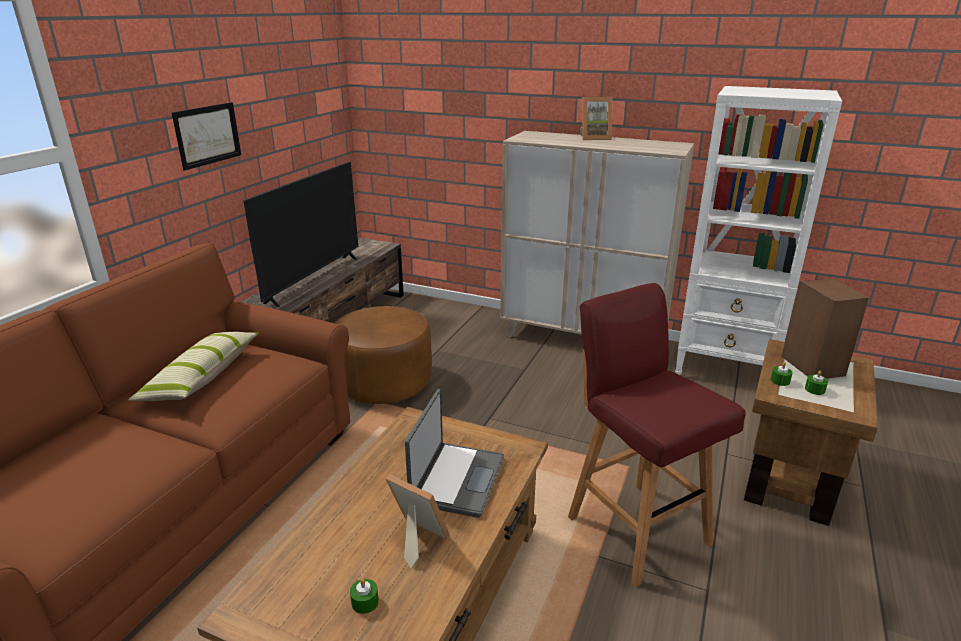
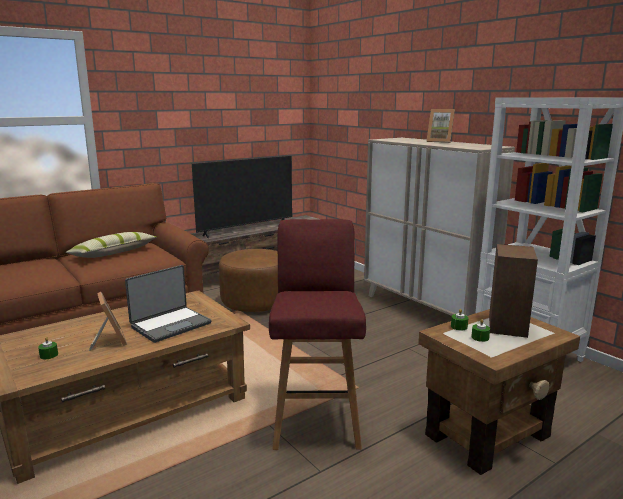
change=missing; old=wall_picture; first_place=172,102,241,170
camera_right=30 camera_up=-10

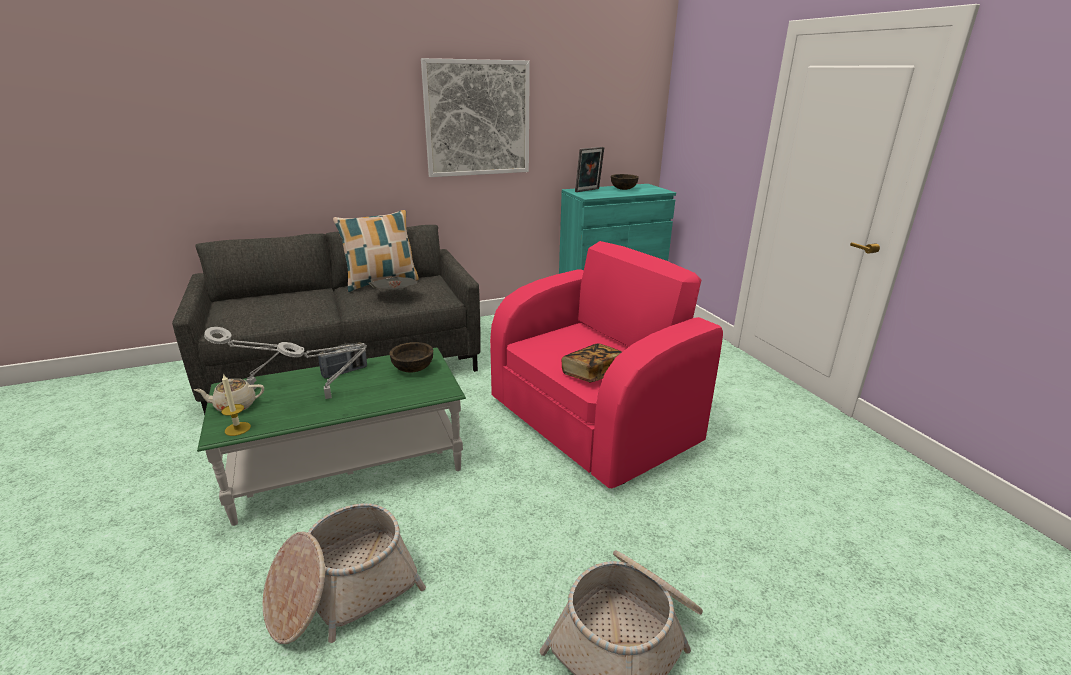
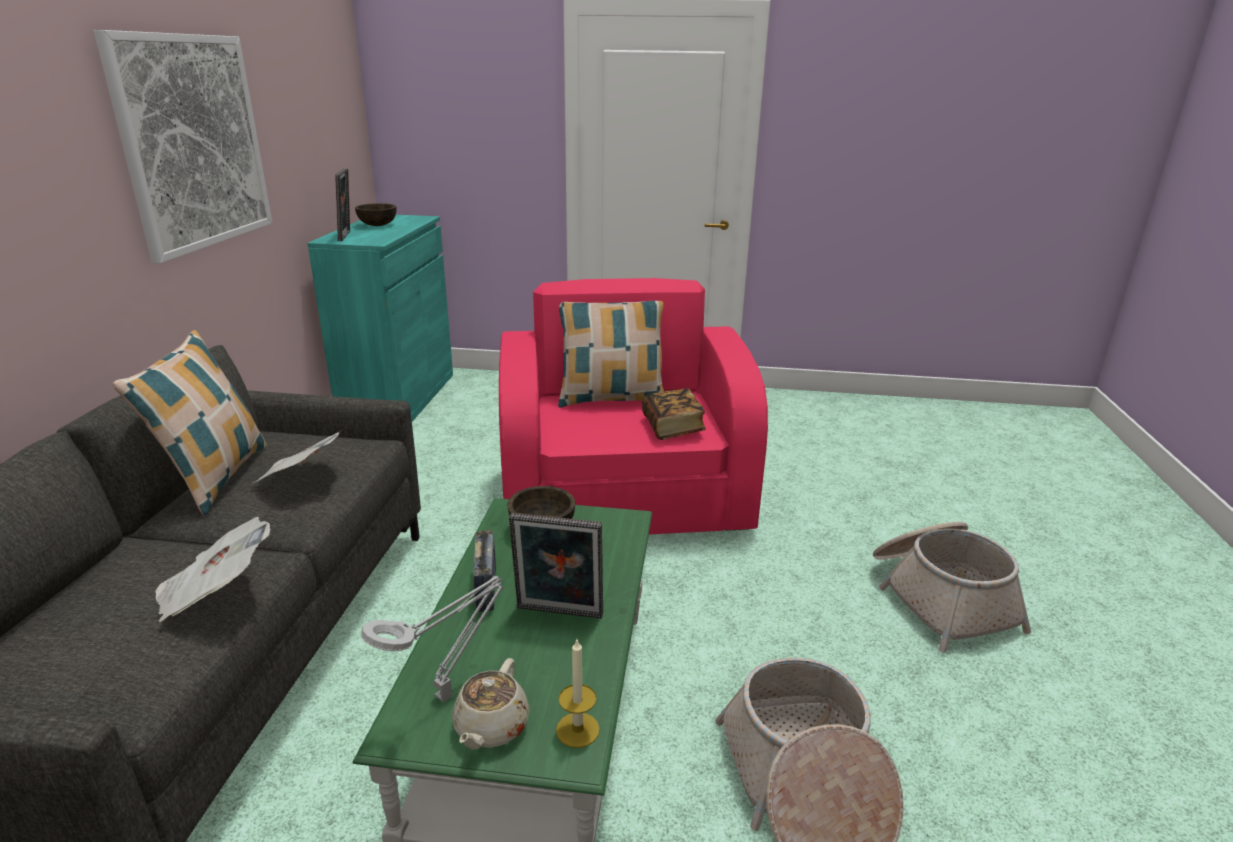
change=exchanged; old=greyish_table_lamp; new=picture_frame; first_place=277,342,367,399; second_place=509,513,603,619
change=appeared; new=throw_pillow; second_place=558,301,664,408
change=appeared; new=newspaper; second_place=155,516,270,622
camera_right=-60 camera_up=0

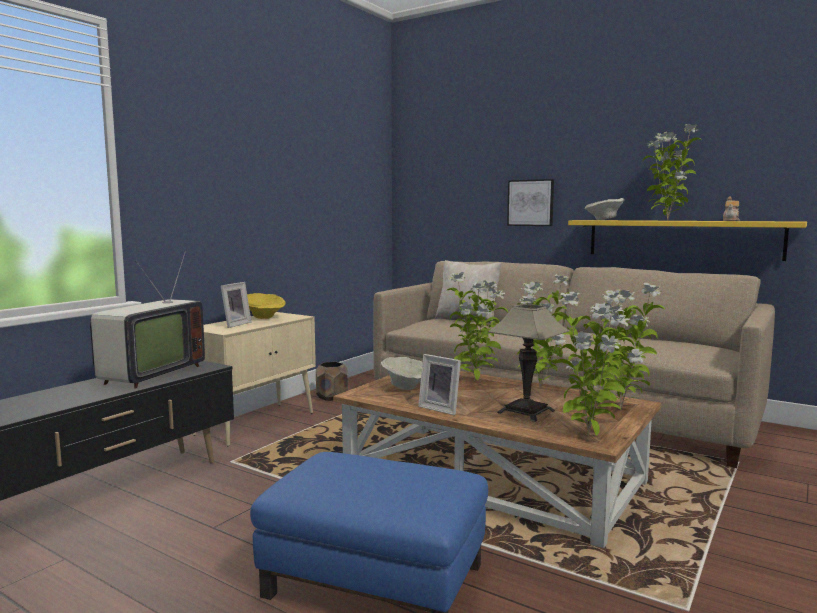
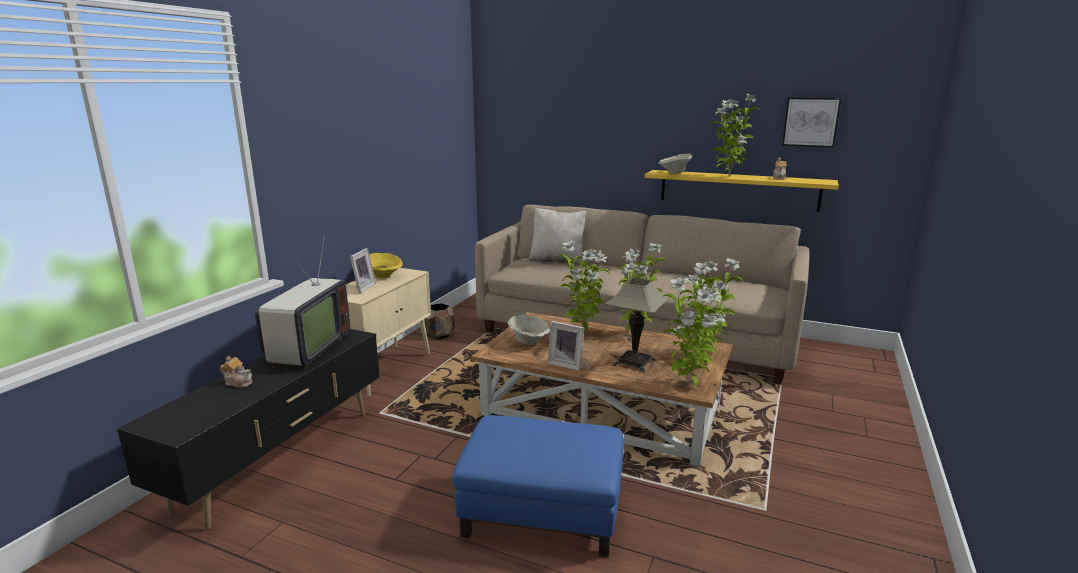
change=relocated; old=wall_picture; first_place=507,179,554,226; second_place=782,98,841,148
change=appeared; new=teapot; second_place=220,356,253,388
camera_right=-10 camera_up=10

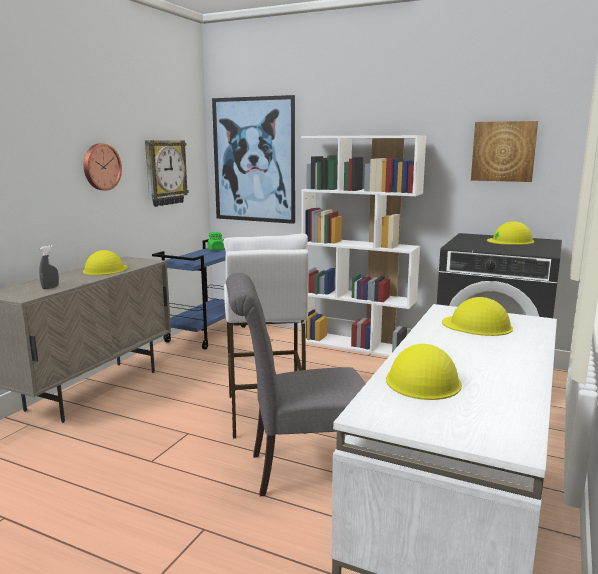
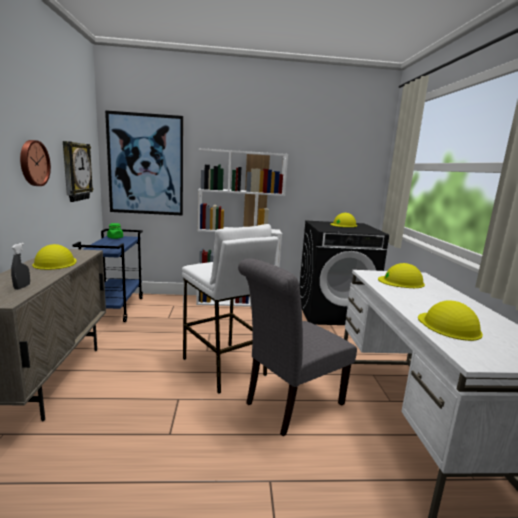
change=missing; old=wall_picture; first_place=471,121,538,182
camera_right=-30 camera_up=0

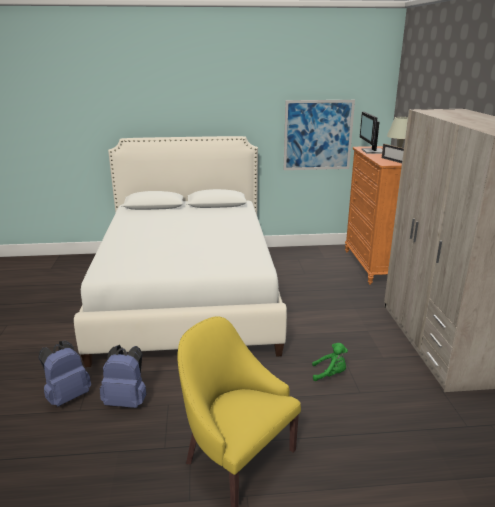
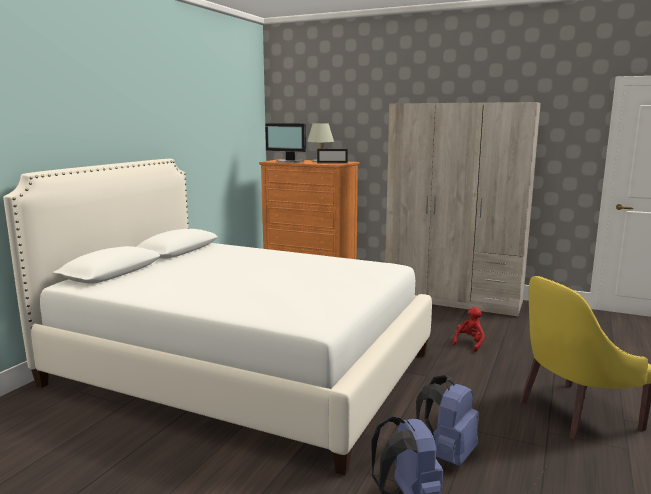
change=missing; old=wall_picture; first_place=283,100,355,170
change=colour; old=greenish_plush_toy; new=red-coloured_plush_toy; first_place=312,343,348,381; second_place=452,307,485,352
camera_right=-60 camera_up=-10

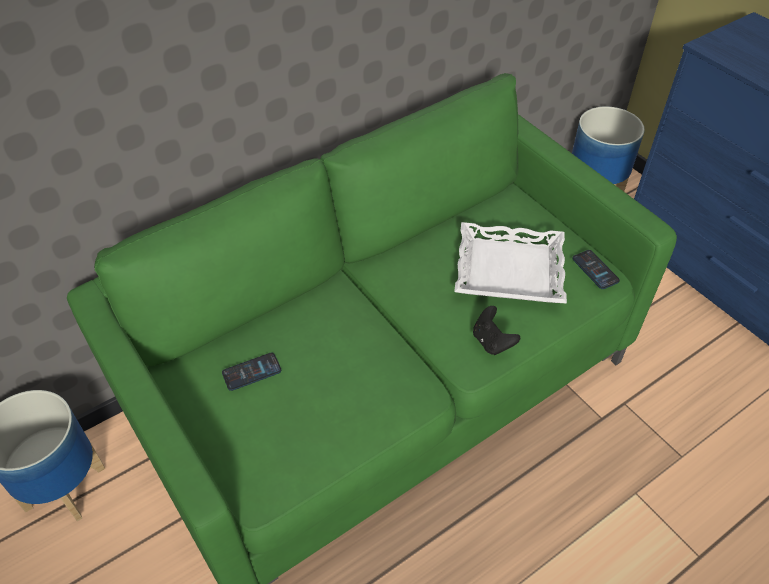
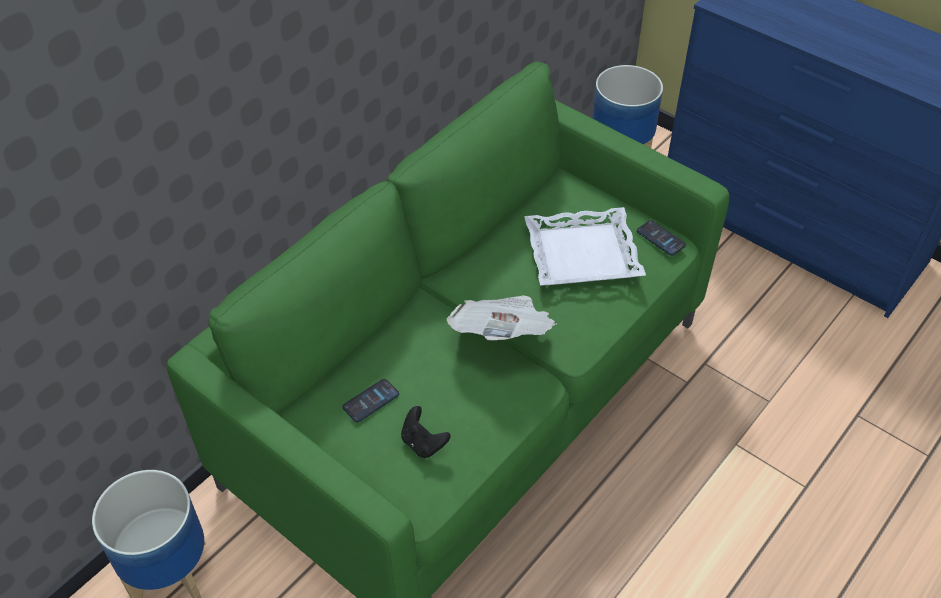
change=relocated; old=black-coloured_gamepad; first_place=473,306,520,355; second_place=401,406,451,458
change=appeared; new=newspaper; second_place=446,295,557,340
camera_right=-15 camera_up=0

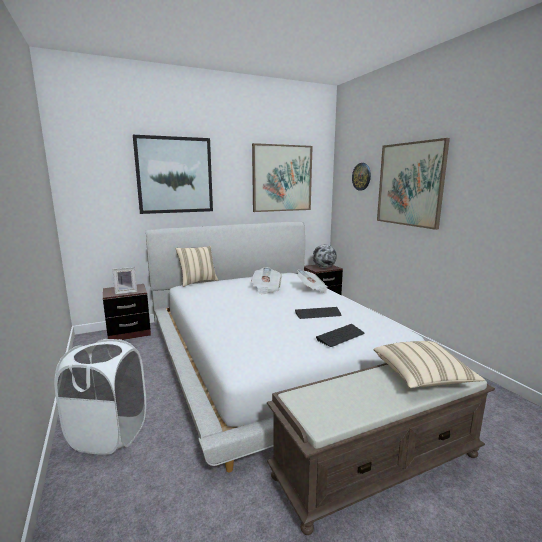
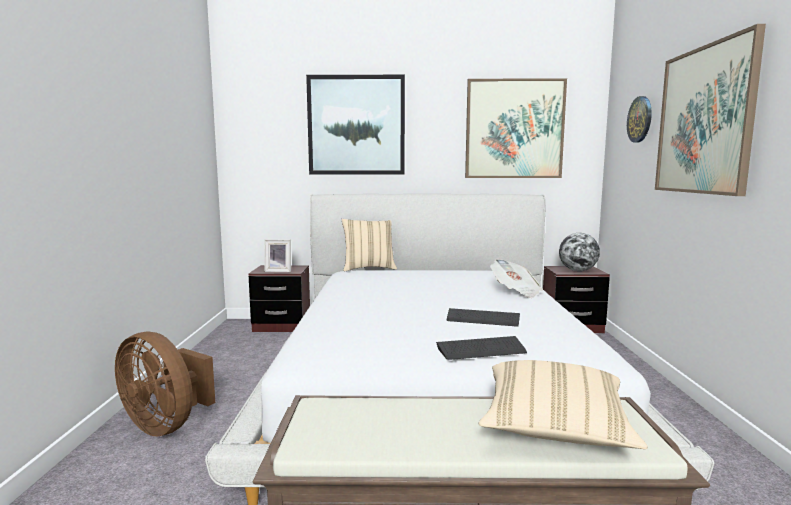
change=missing; old=newspaper; first_place=251,267,282,294
change=exchanged; old=white-coloured_washing_basket; new=brown-coloured_electric_fan; first_place=54,339,146,455; second_place=115,331,215,436
camera_right=25 camera_up=-5

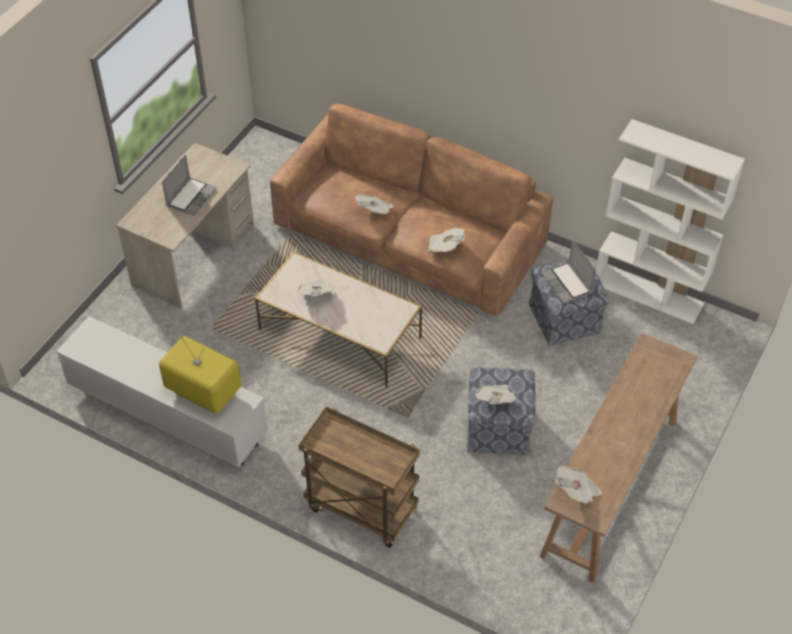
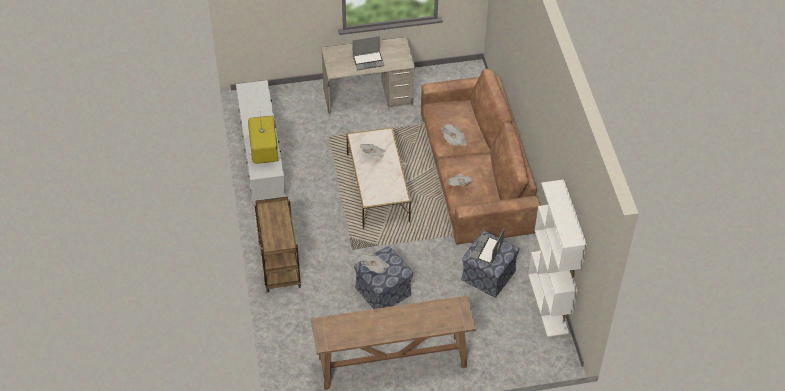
change=missing; old=newspaper; first_place=555,465,602,504
camera_right=50 camera_up=0

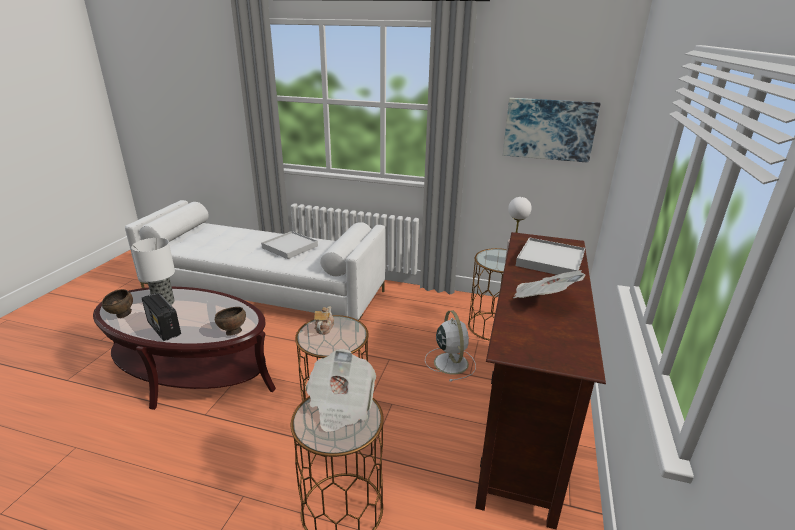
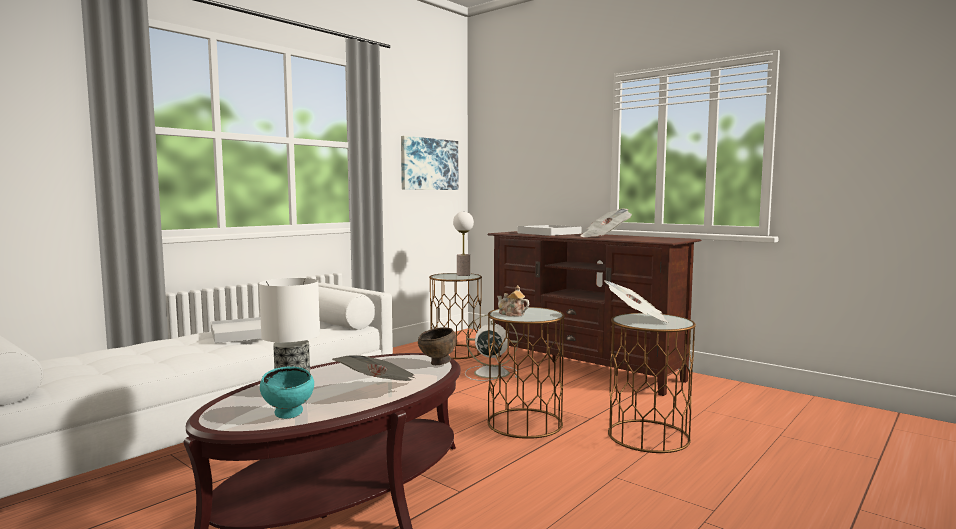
change=colour; old=brown-coloured_deep_dish; new=turquoise_deep_dish; first_place=102,289,133,318; second_place=260,366,314,419
change=exchanged; old=radio; new=newspaper; first_place=142,293,181,341; second_place=332,355,415,381
camera_right=-65 camera_up=-20

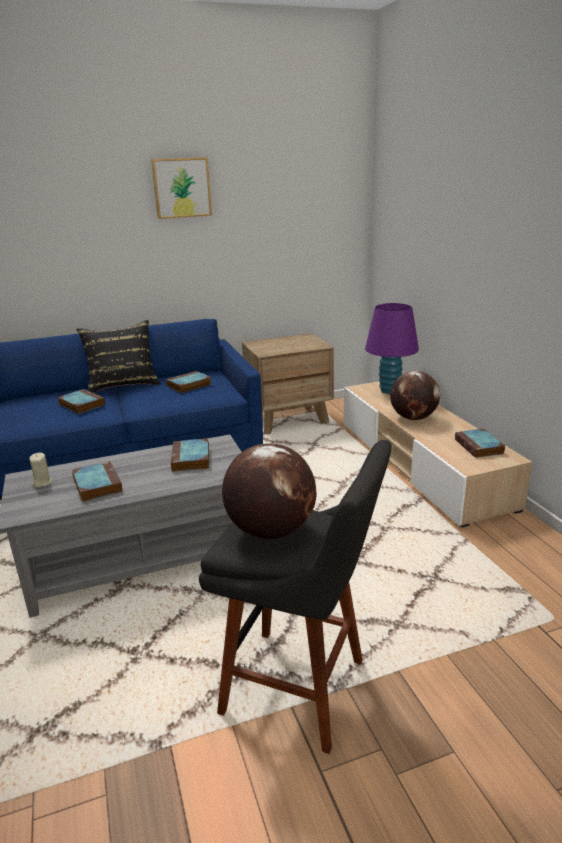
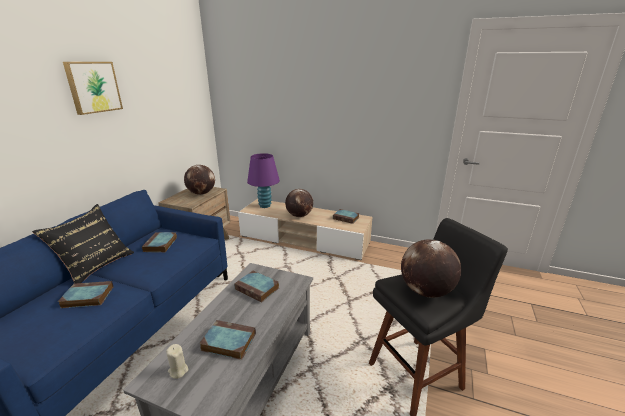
change=appeared; new=globe; second_place=184,165,215,195
camera_right=-50 camera_up=0

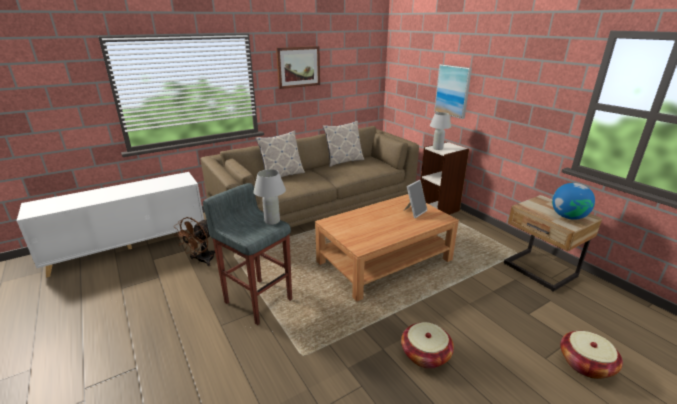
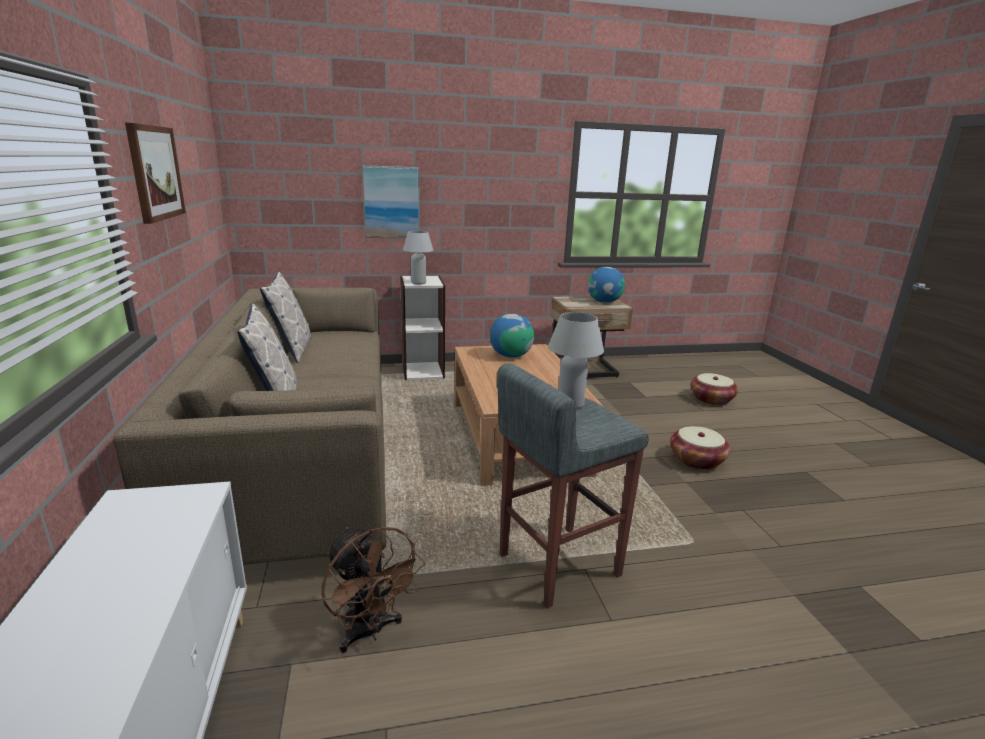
change=exchanged; old=picture_frame; new=globe; first_place=403,180,427,218; second_place=490,314,534,358
camera_right=-70 camera_up=-5

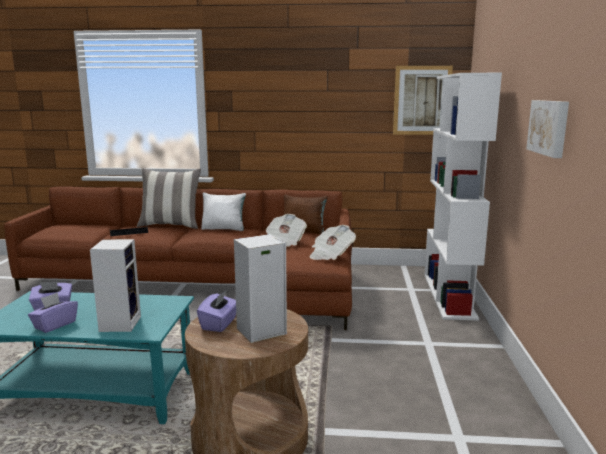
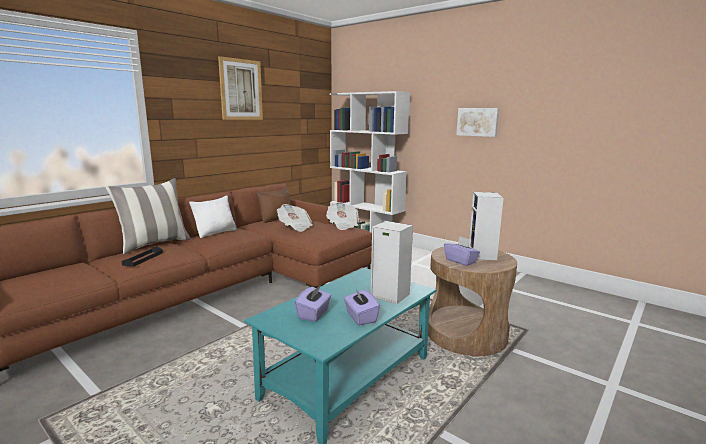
change=relocated; old=wall_picture; first_place=393,66,453,135; second_place=218,56,263,120
camera_right=-55 camera_up=0

